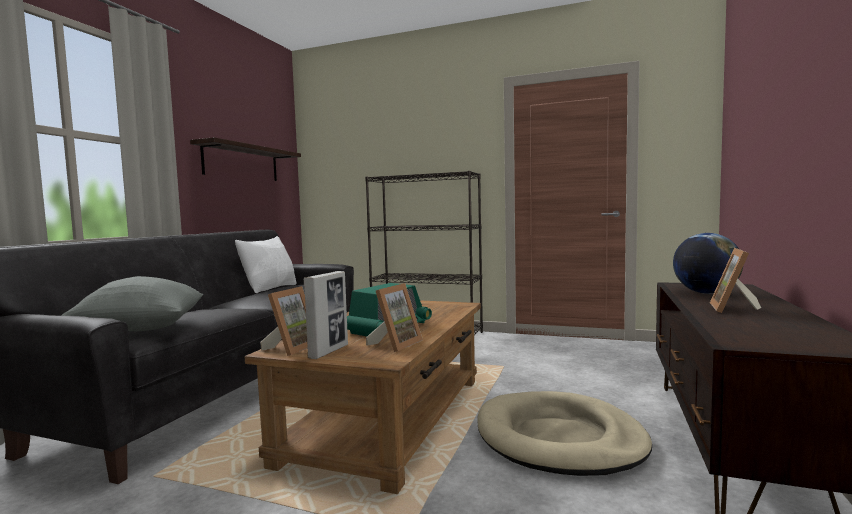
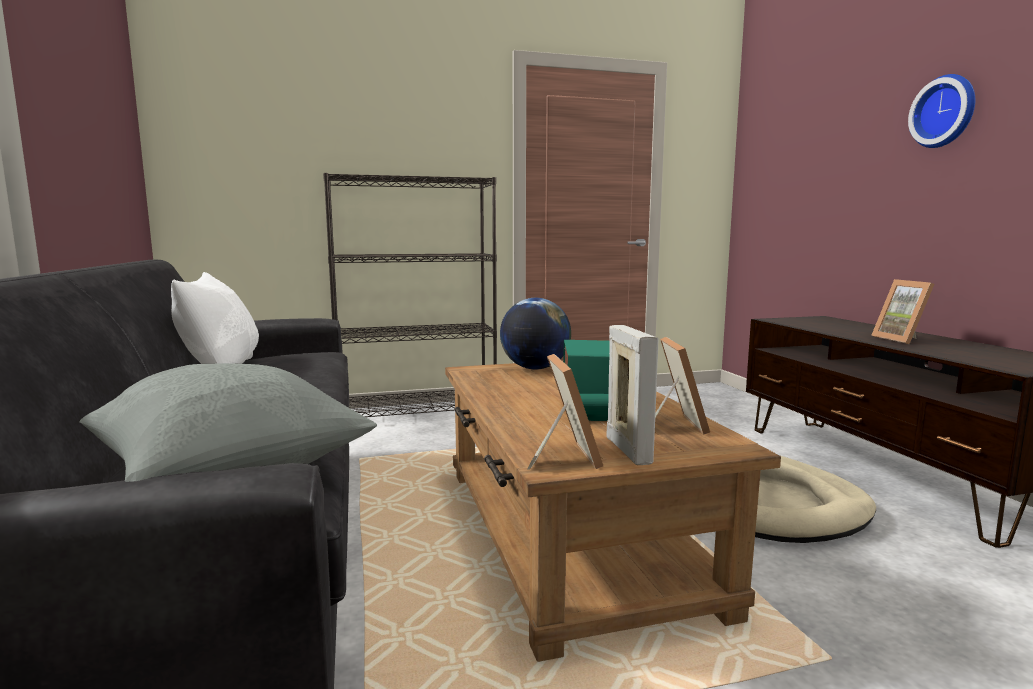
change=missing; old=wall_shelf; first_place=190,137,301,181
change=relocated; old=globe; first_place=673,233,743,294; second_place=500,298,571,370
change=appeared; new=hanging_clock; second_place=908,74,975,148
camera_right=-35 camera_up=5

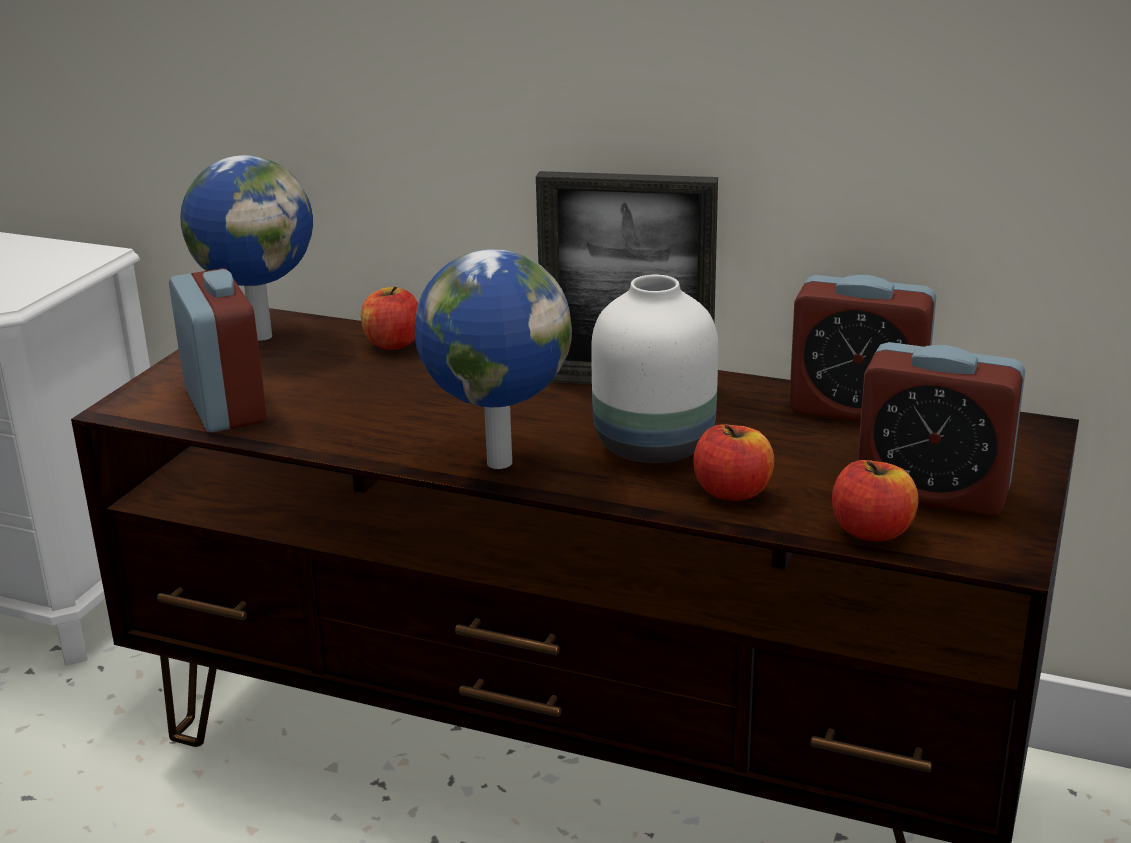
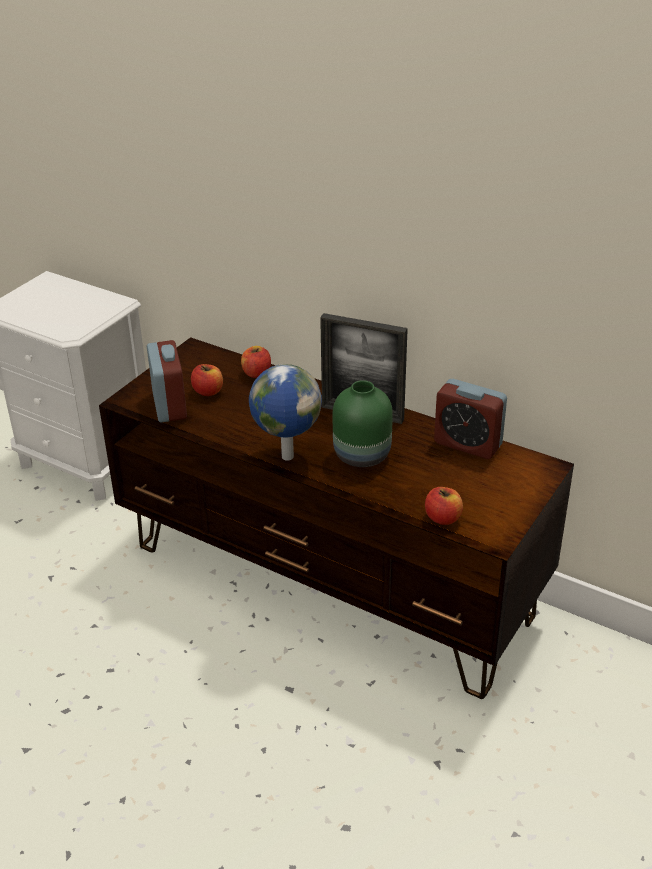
change=missing; old=globe; first_place=180,155,313,341
change=colour; old=white-coloured_decorative_vase; new=greenish_decorative_vase; first_place=591,275,718,463; second_place=333,380,393,467
change=missing; old=table_clock; first_place=858,342,1025,516
change=relocated; old=whole_apple; first_place=694,424,774,501; second_place=191,364,223,396
camera_right=10 camera_up=10

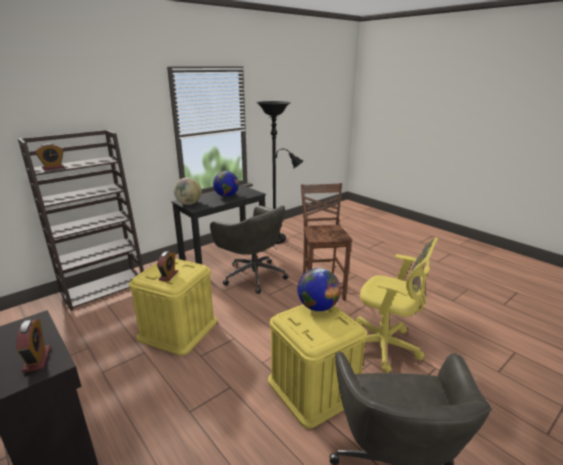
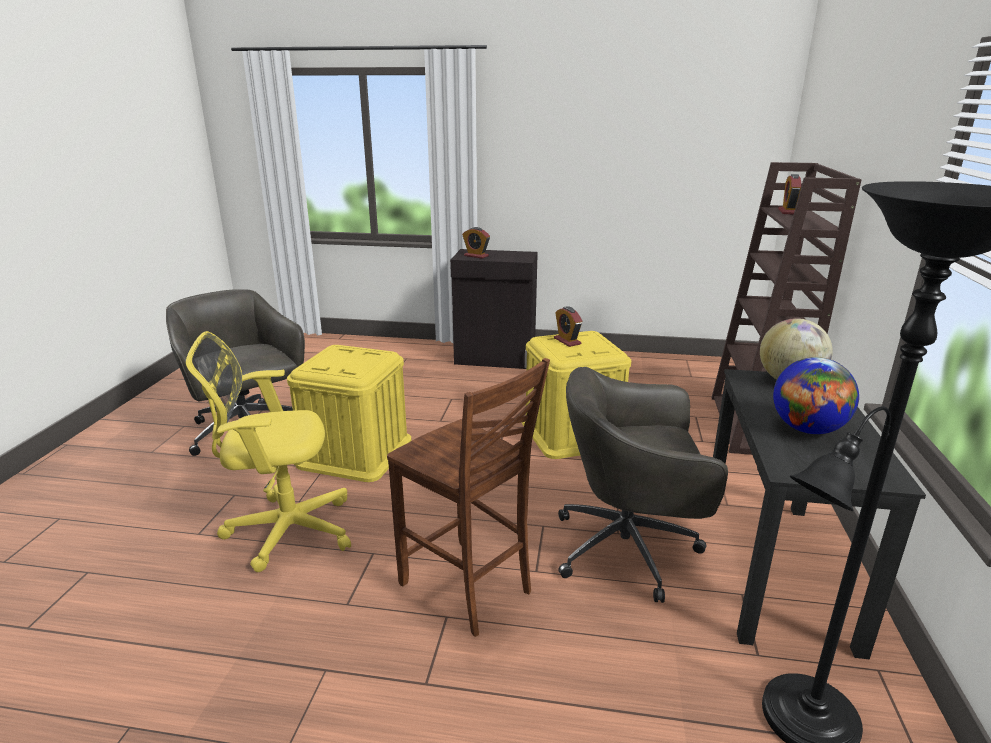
change=missing; old=globe; first_place=297,268,341,311
camera_right=140 camera_up=0

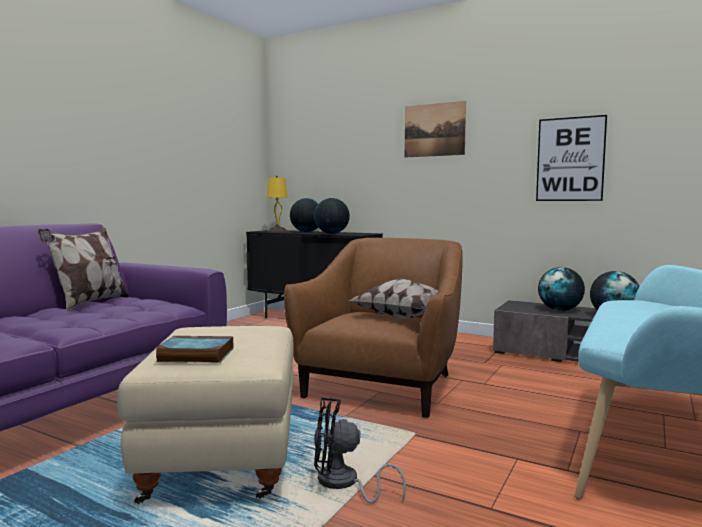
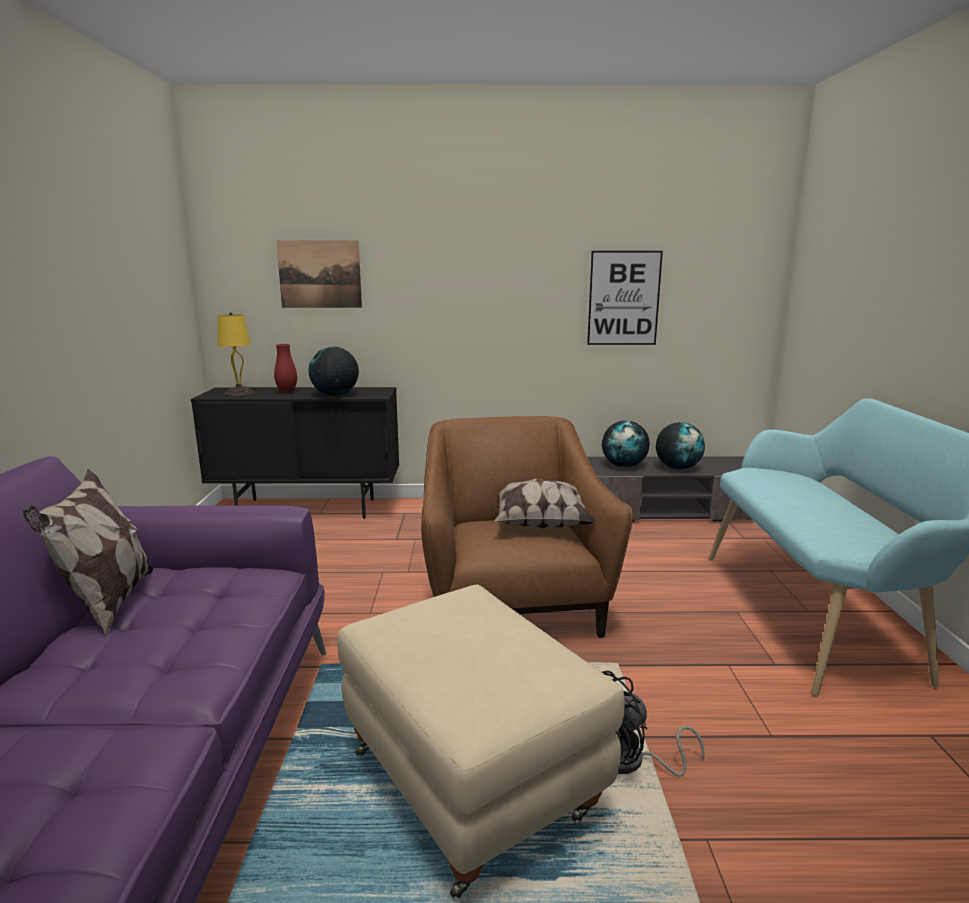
change=relocated; old=wall_picture; first_place=405,101,466,157; second_place=276,240,362,308
change=exchanged; old=globe; new=red-coloured_decorative_vase; first_place=290,198,319,232; second_place=274,344,297,393
change=missing; old=book; first_place=155,336,233,363
camera_right=-30 camera_up=10

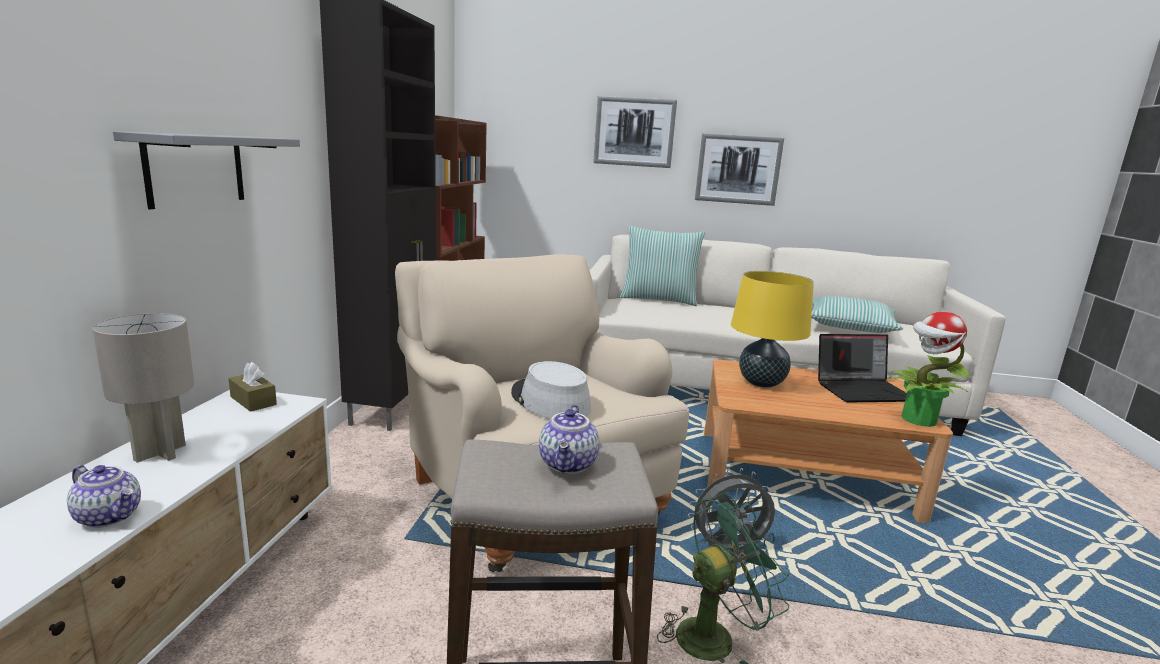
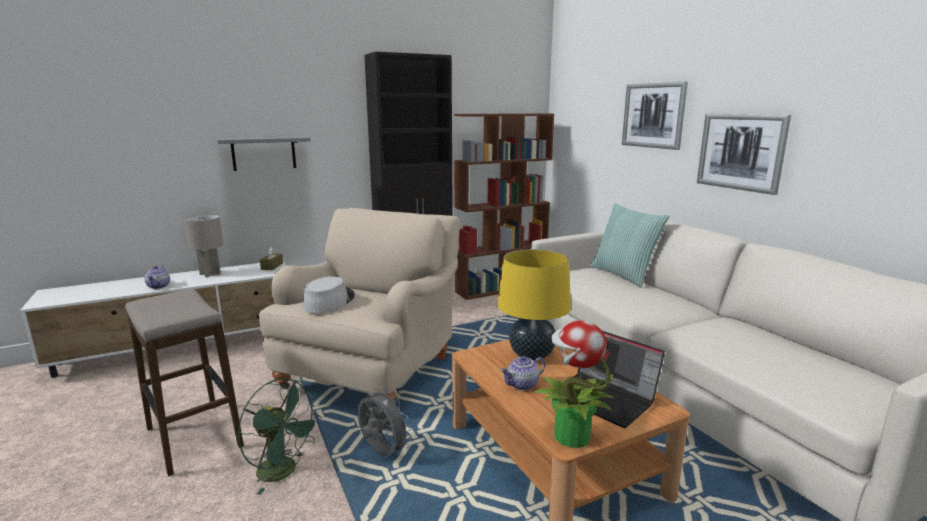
change=missing; old=throw_pillow; first_place=812,296,903,333
change=relocated; old=teapot; first_place=539,405,599,474; second_place=500,356,545,391
camera_right=55 camera_up=0

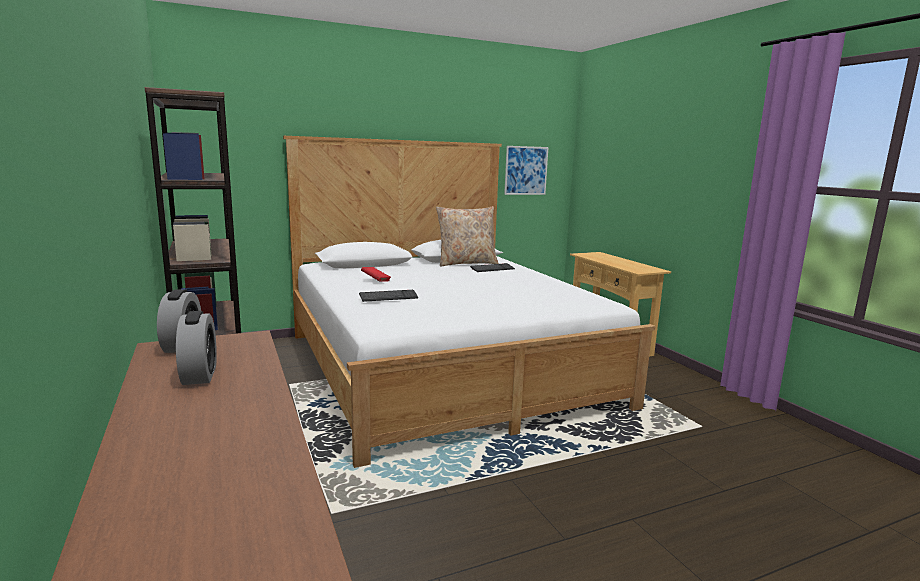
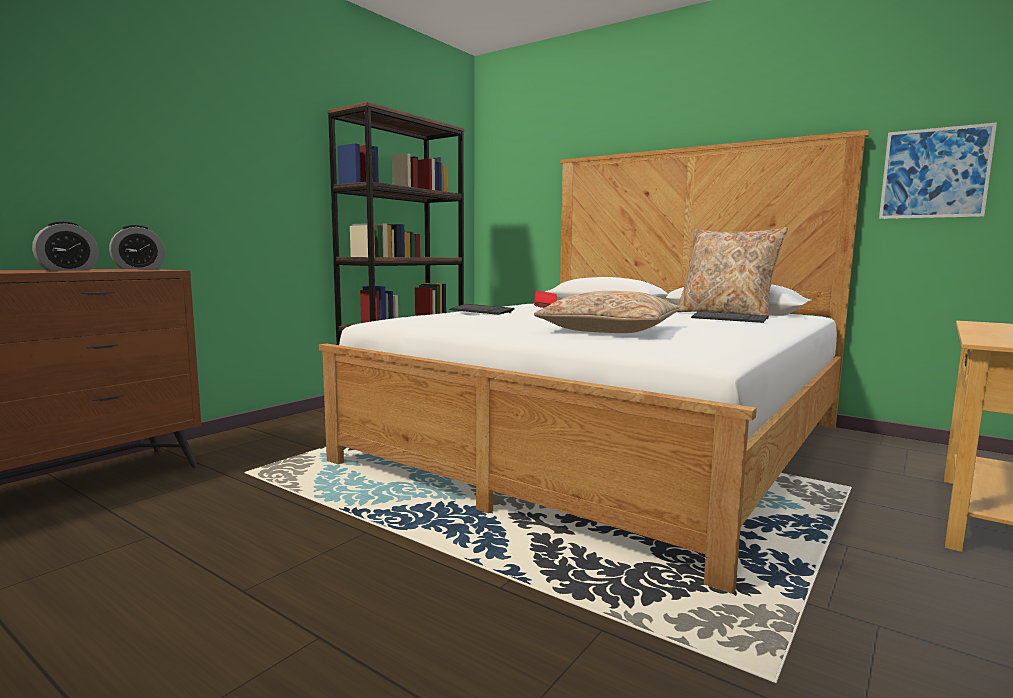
change=appeared; new=beige-coloured_throw_pillow; second_place=534,291,680,333
camera_right=60 camera_up=-5

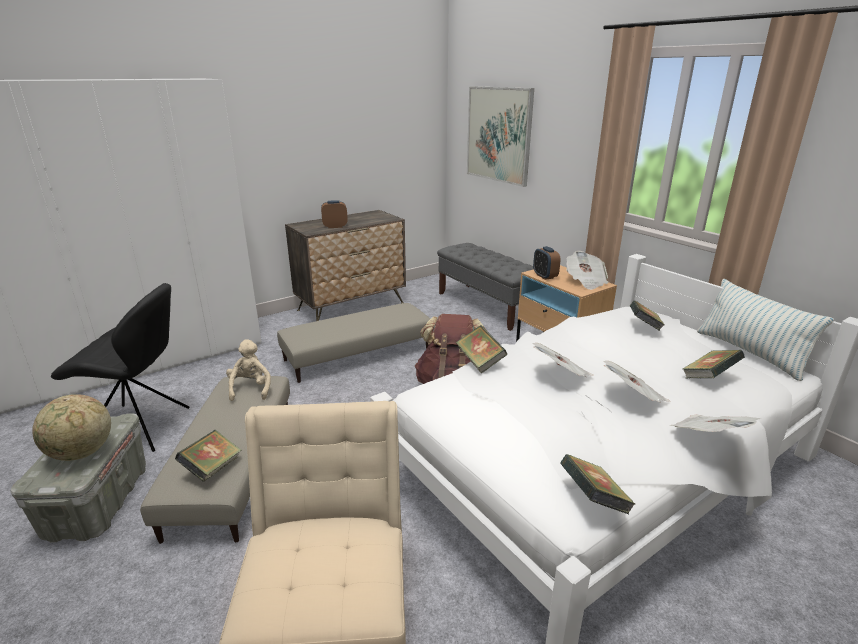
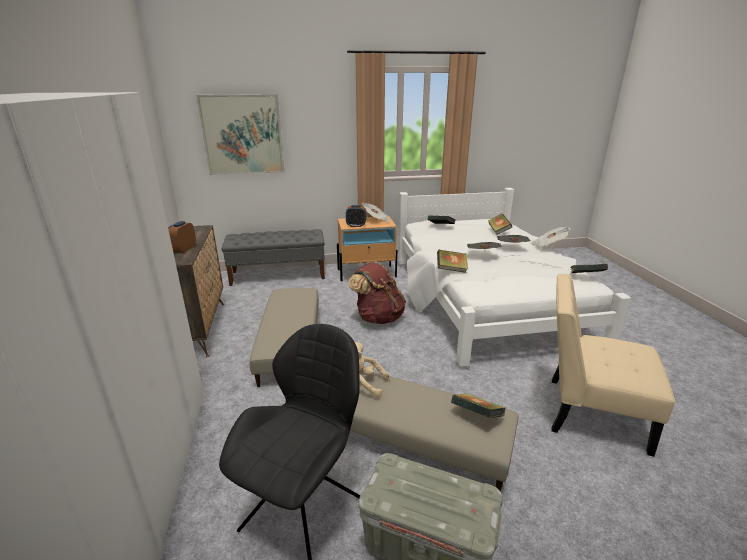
change=missing; old=throw_pillow; first_place=697,279,834,381
change=missing; old=globe; first_place=32,394,111,461
camera_right=-65 camera_up=0

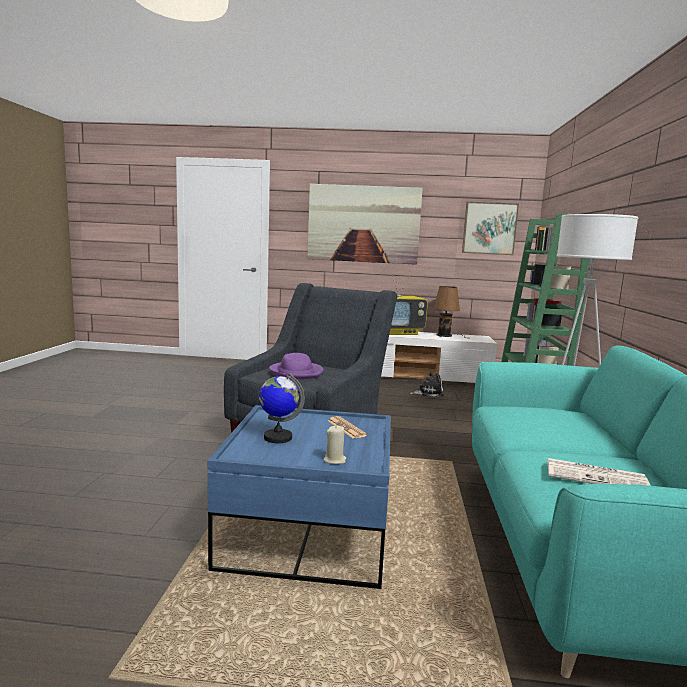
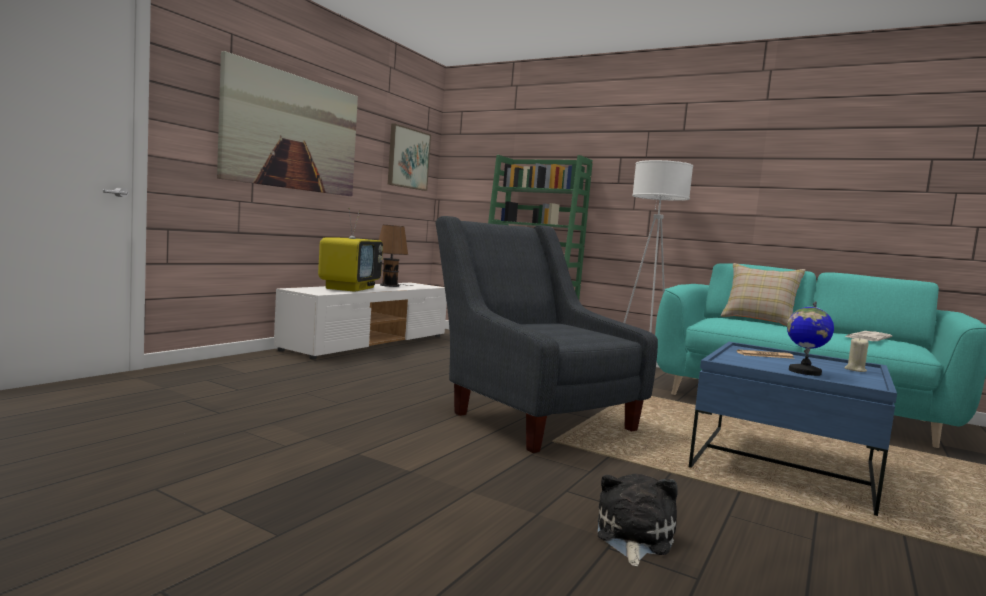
change=missing; old=purple_hat; first_place=269,353,324,379
change=relocated; old=plush_toy; first_place=410,372,444,397; second_place=598,474,678,567
change=appeared; new=beige-coloured_throw_pillow; second_place=721,263,806,326
camera_right=-65 camera_up=-5

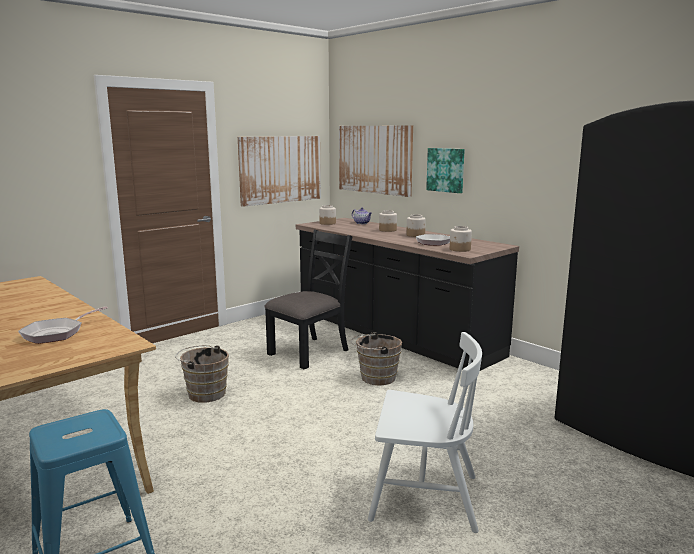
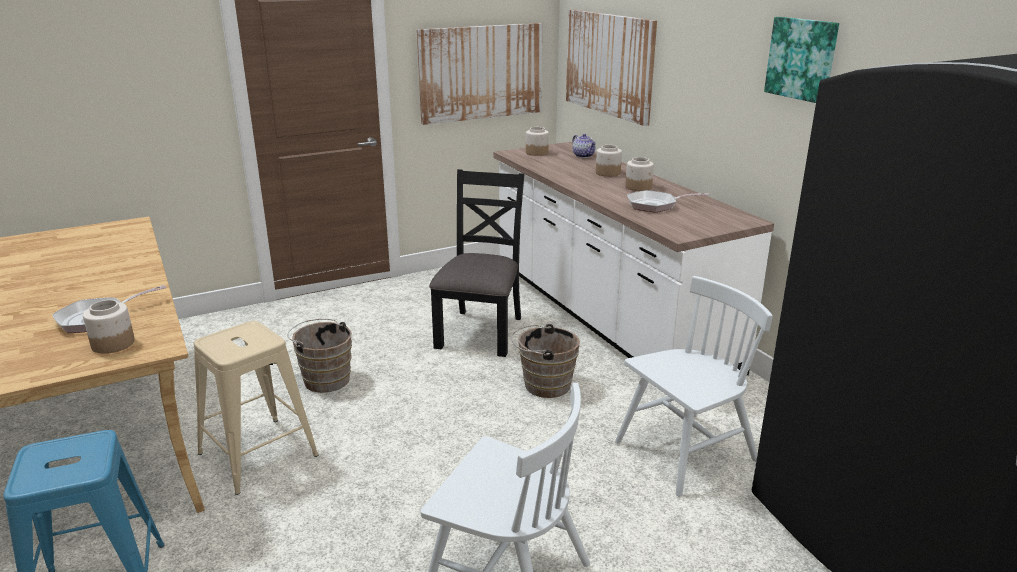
change=relocated; old=wall_picture; first_place=426,148,465,193; second_place=764,17,839,103
change=colour; old=black-coloured_kitchen_counter; new=white-coloured_kitchen_counter; first_place=296,218,519,371; second_place=493,142,774,375
change=relocated; old=storage_jar; first_place=450,226,472,252; second_place=83,300,135,353
change=spun; old=black-coloured_upright_chair; first_place=265,229,353,369; second_place=429,169,524,357; degrees=-45
change=appeared; new=white-coloured_upright_chair; second_place=615,276,773,497
change=appeared; new=beige-coloured_stool_seat; second_place=194,321,318,495
camera_right=15 camera_up=10

